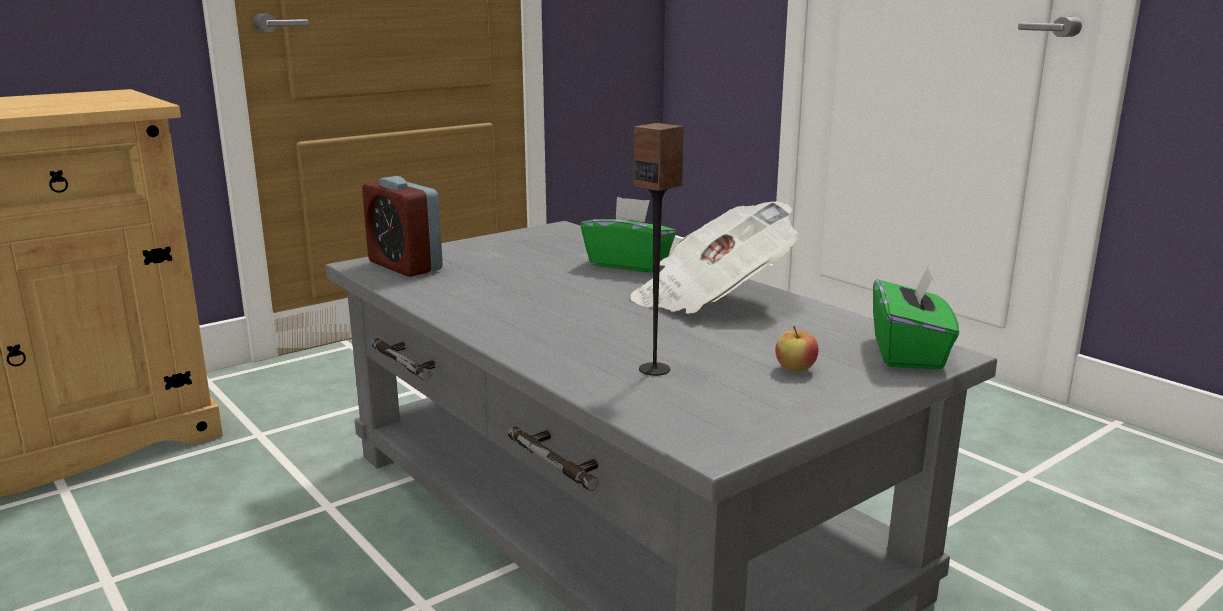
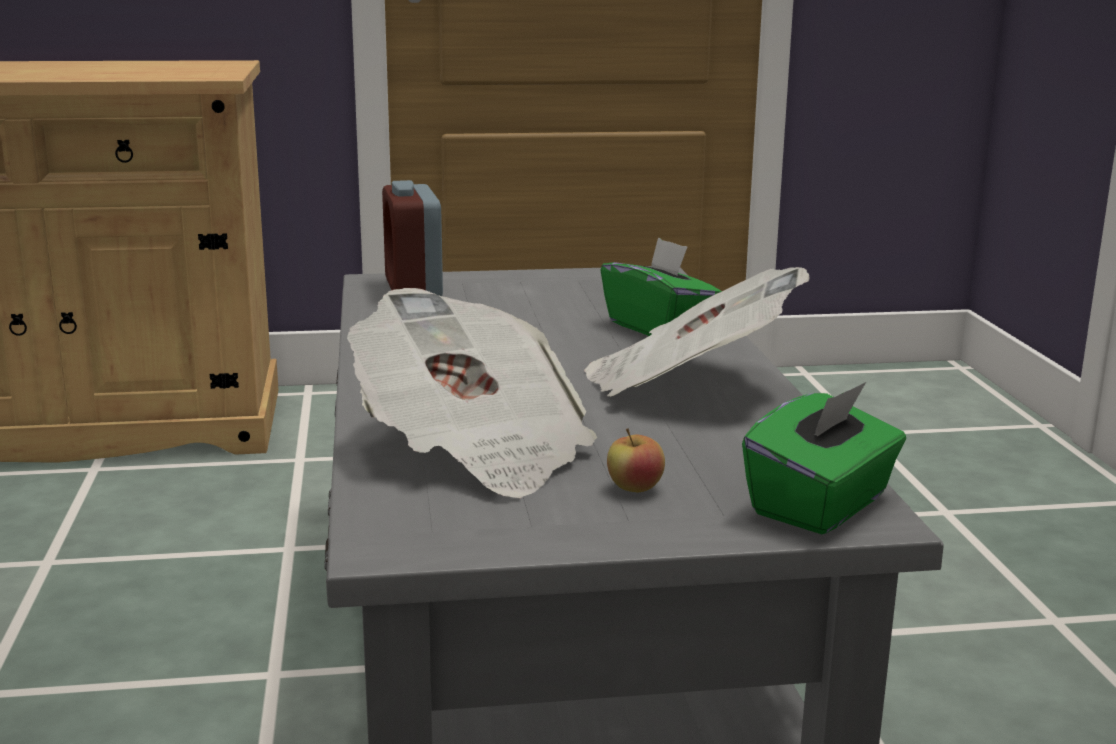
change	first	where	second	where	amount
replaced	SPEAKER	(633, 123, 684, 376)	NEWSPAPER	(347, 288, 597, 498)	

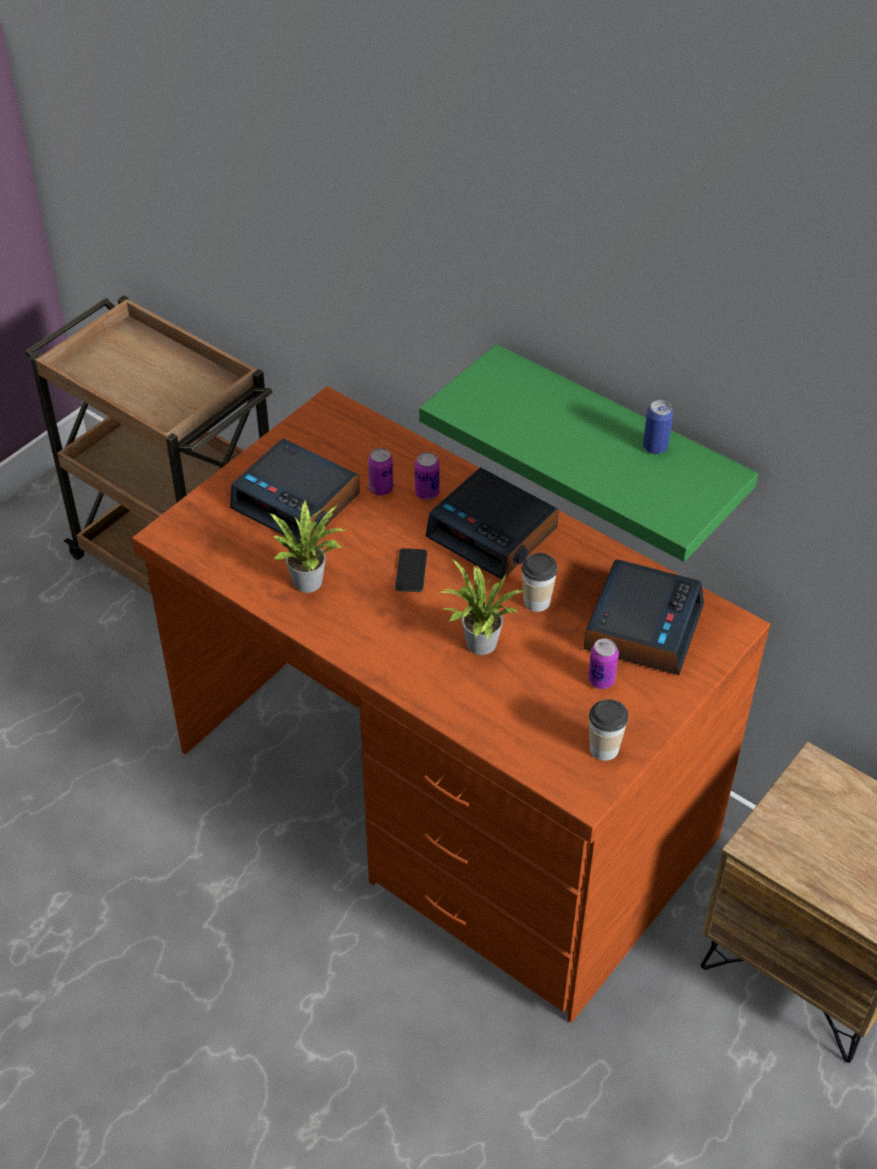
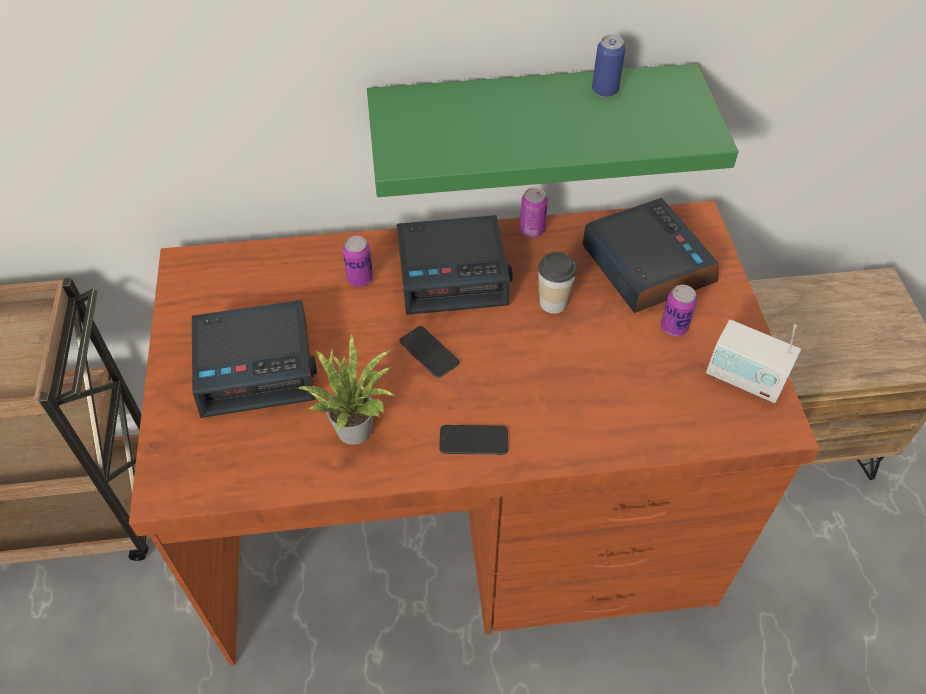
change	first	where	second	where	amount
added			PHONE	(439, 425, 508, 455)	
moved	CAN	(368, 448, 393, 495)		(520, 187, 548, 237)	
replaced	CUP	(589, 699, 628, 761)	RADIO	(706, 320, 801, 403)	
removed	POTTED PLANT	(438, 558, 523, 655)			

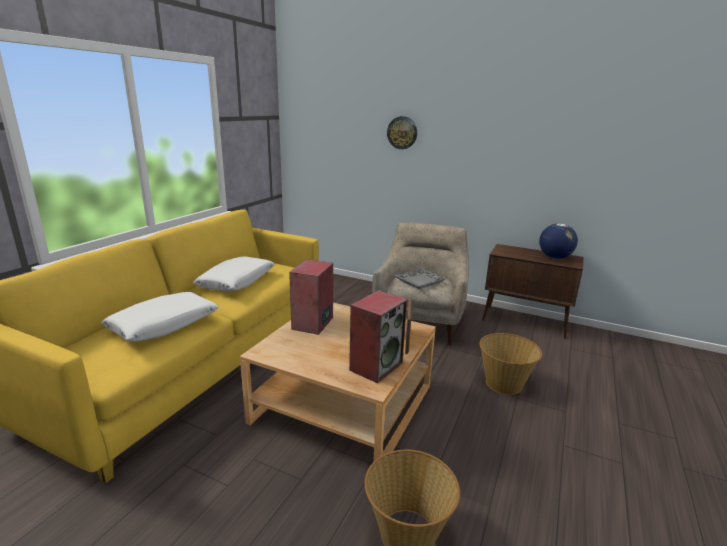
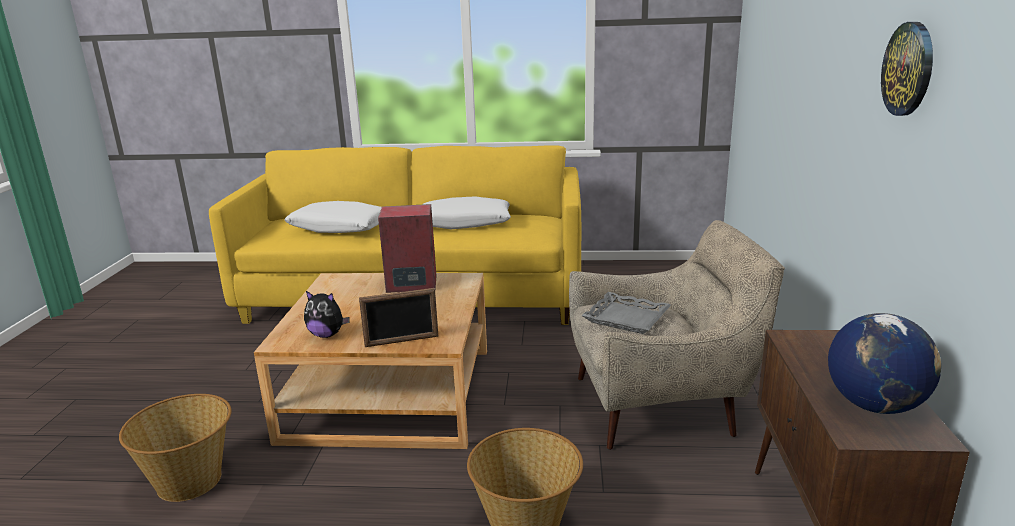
change	first	where	second	where	amount
replaced	SPEAKER	(349, 290, 407, 383)	PLUSH TOY	(304, 291, 350, 338)	
moved	WALL CLOCK	(387, 116, 417, 149)		(881, 22, 933, 116)	

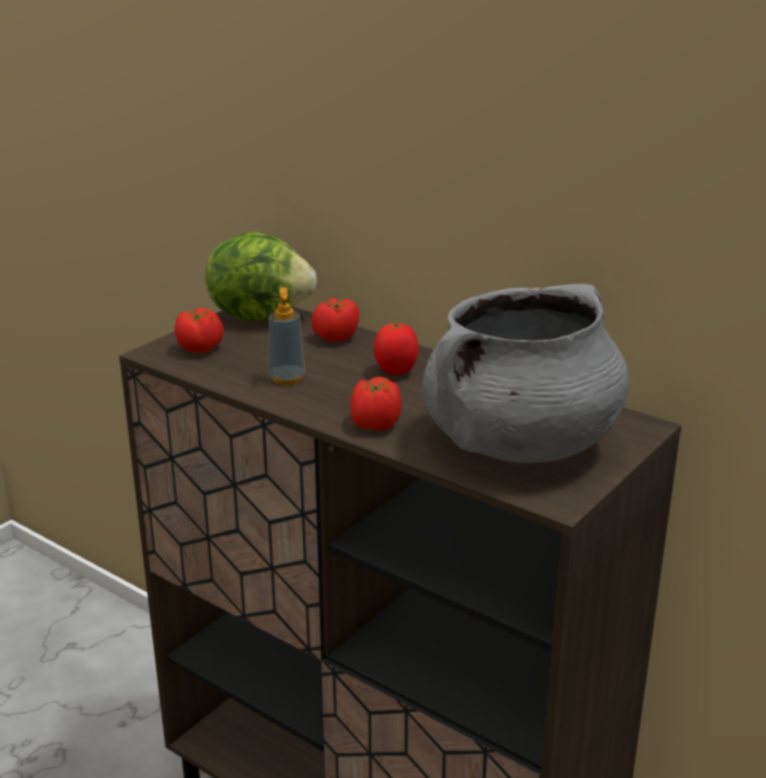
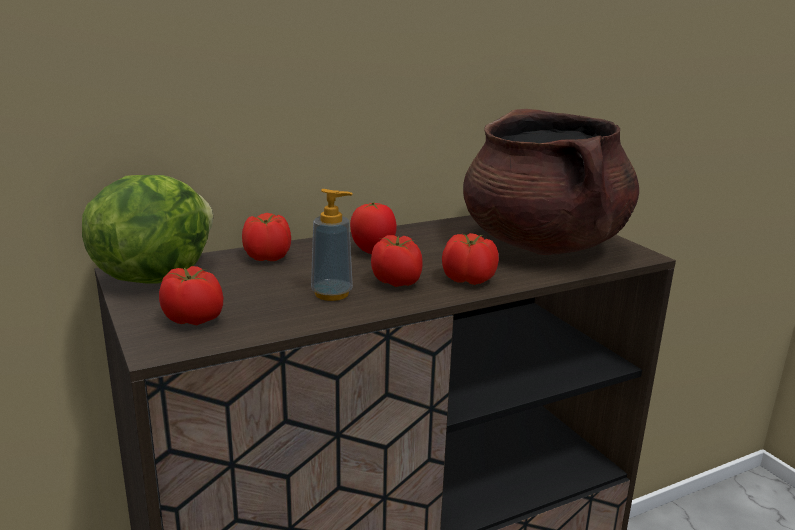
change	first	where	second	where	amount
added			TOMATO	(371, 235, 423, 287)	
recoloured	GREY COOKING POT	(423, 284, 629, 463)	BROWN COOKING POT	(463, 109, 639, 255)	

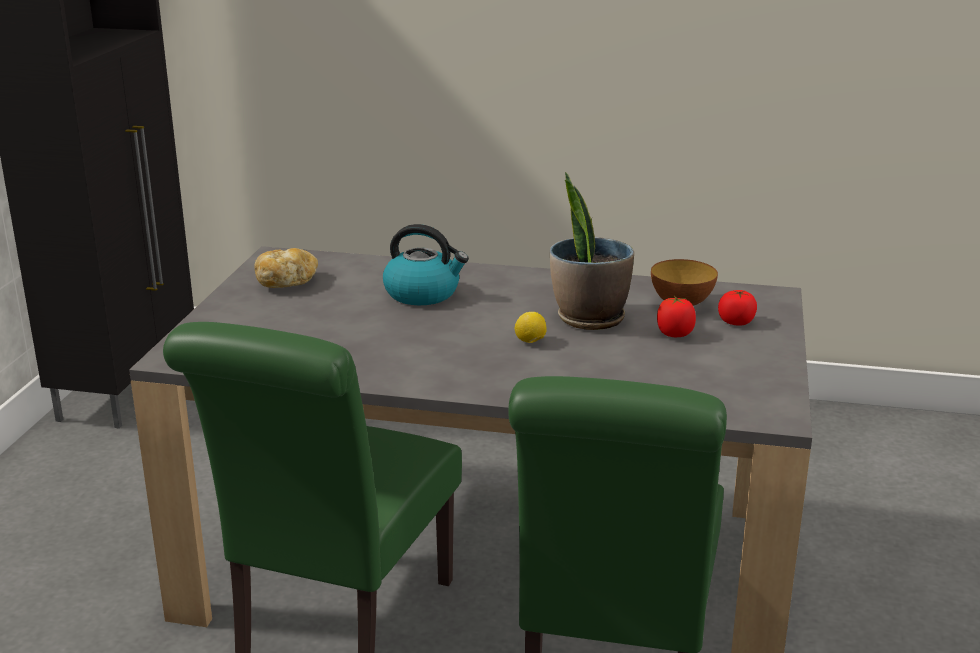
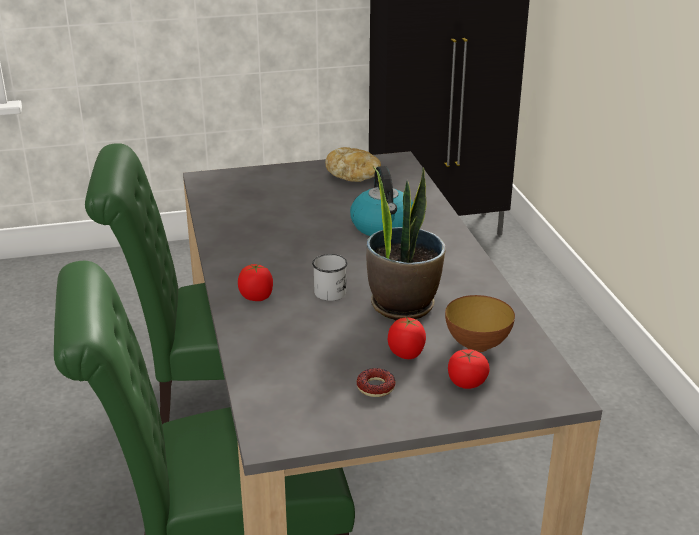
change	first	where	second	where	amount
added			TOMATO	(238, 263, 273, 301)	
replaced	LEMON	(515, 312, 547, 343)	WHITE MUG	(312, 254, 348, 301)	
added			DONUT	(357, 368, 396, 397)	

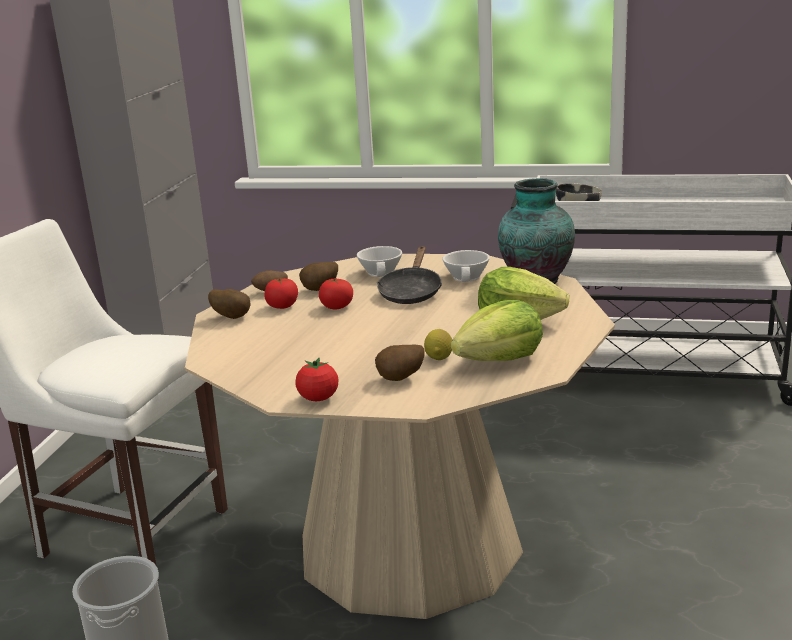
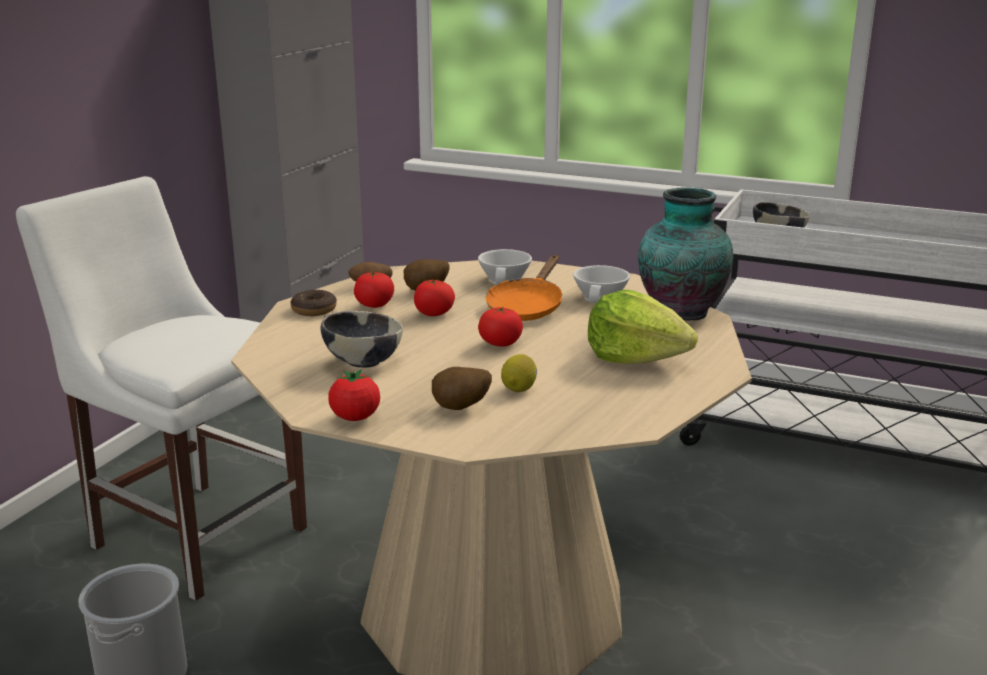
change	first	where	second	where	amount
replaced	POTATO	(208, 289, 251, 319)	DONUT	(290, 290, 337, 316)	
added			BOWL	(320, 311, 403, 368)	
added			TOMATO	(478, 307, 523, 347)	
recoloured	BLACK FRYING PAN	(377, 246, 442, 304)	ORANGE FRYING PAN	(486, 255, 562, 321)	
removed	LETTUCE	(451, 300, 543, 361)			

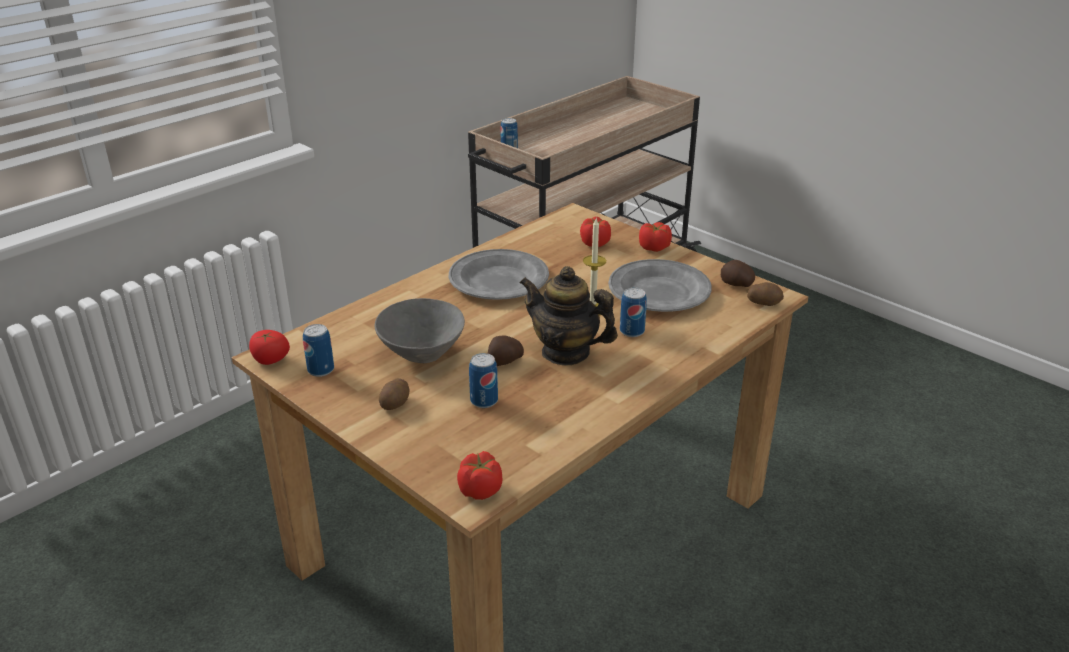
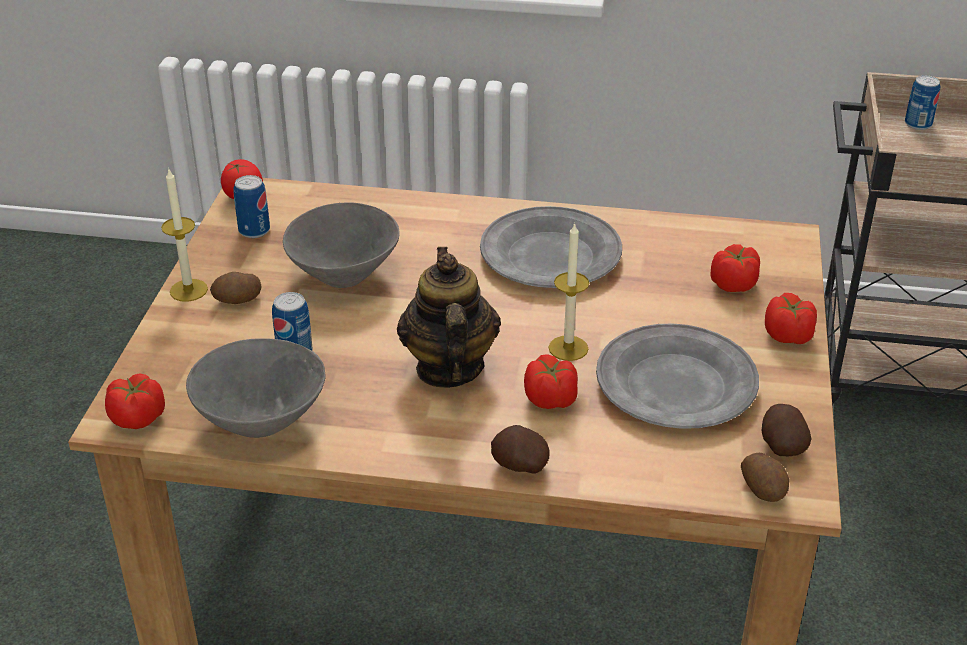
change	first	where	second	where	amount
added			CANDLE	(161, 170, 208, 302)	
added			GREY BOWL	(186, 338, 326, 438)	
moved	POTATO	(488, 335, 524, 366)		(491, 425, 549, 474)	
replaced	CAN	(620, 287, 647, 337)	TOMATO	(524, 354, 578, 409)	

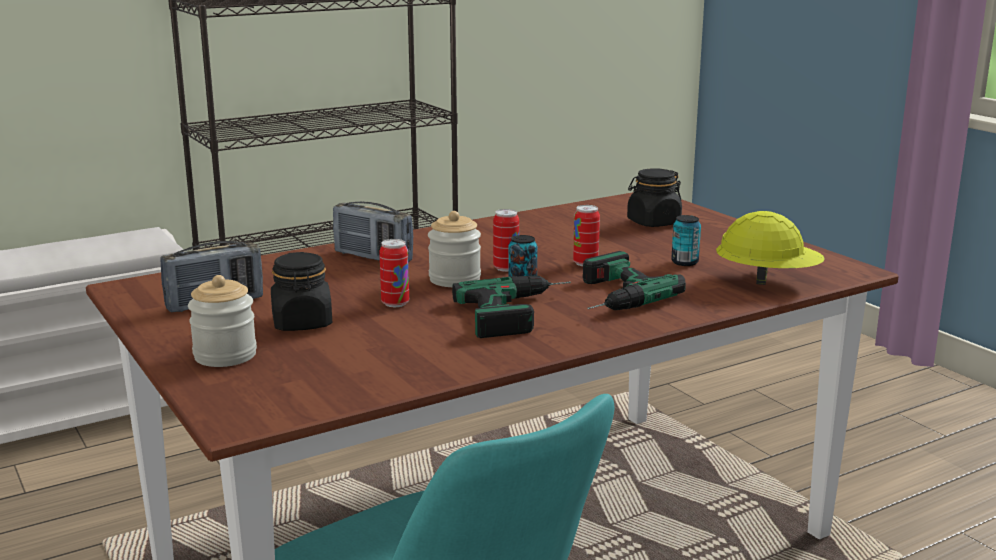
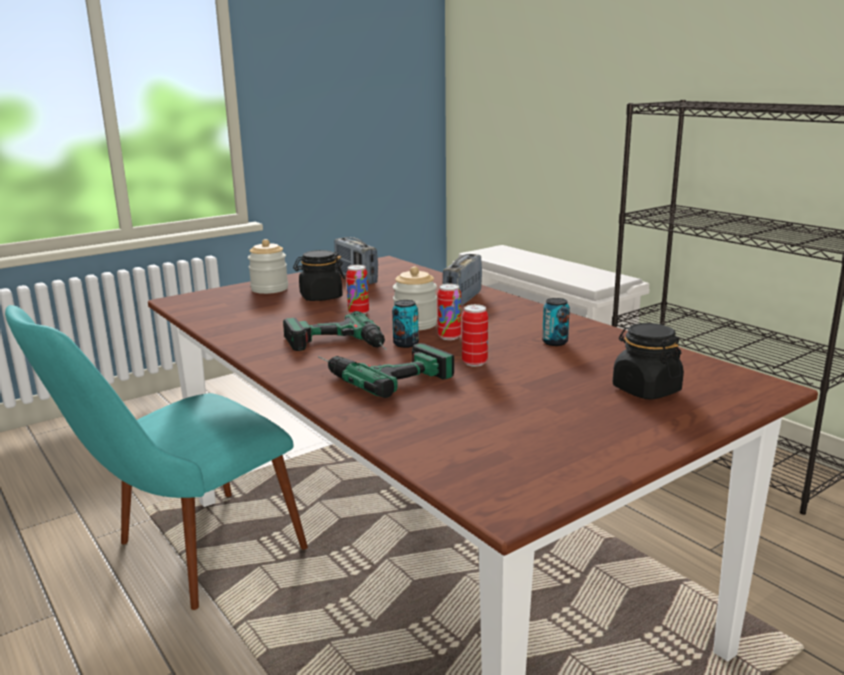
change	first	where	second	where	amount
moved	CAN	(671, 215, 701, 266)		(542, 298, 570, 346)	
removed	YELLOW HARD HAT	(716, 211, 825, 285)			

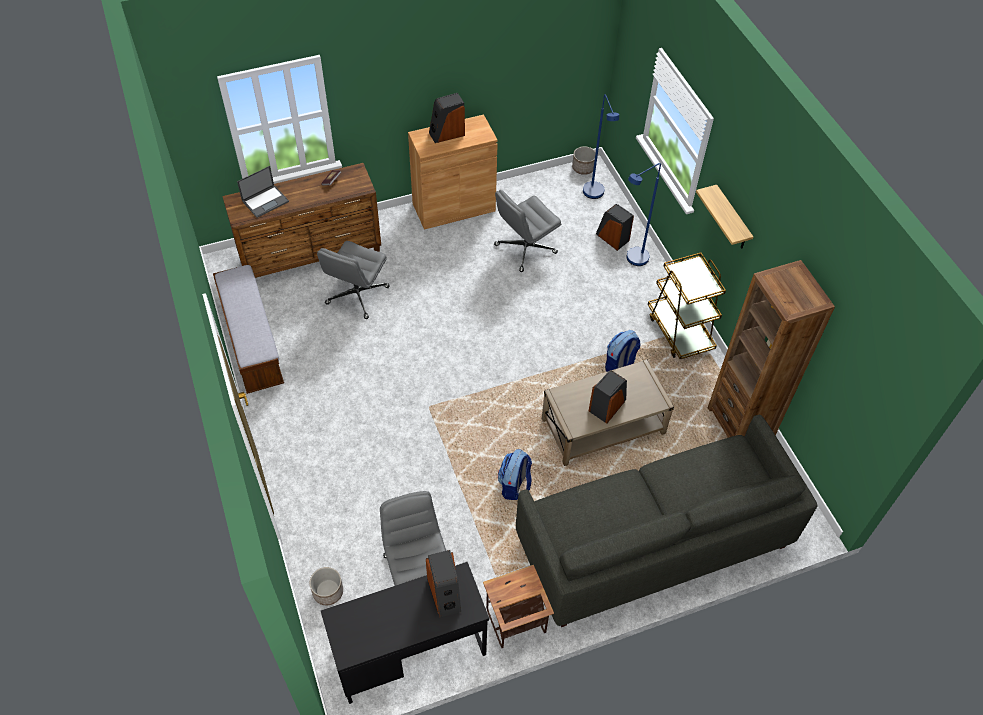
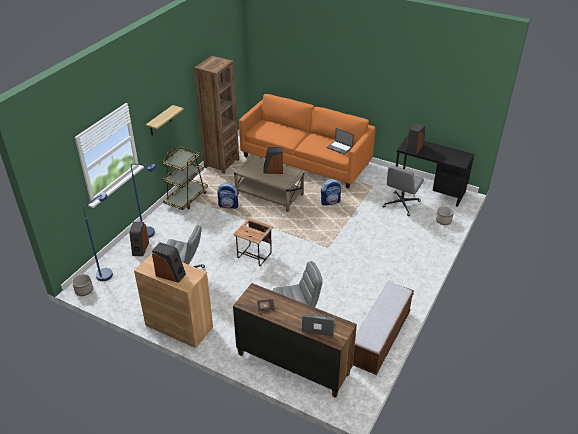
change	first	where	second	where	amount
moved	SIDE TABLE	(483, 565, 554, 648)		(233, 218, 273, 266)	
recoloured	GREY SOFA	(516, 415, 818, 627)	ORANGE SOFA	(239, 94, 376, 189)	
added			LAPTOP	(327, 128, 354, 155)	

